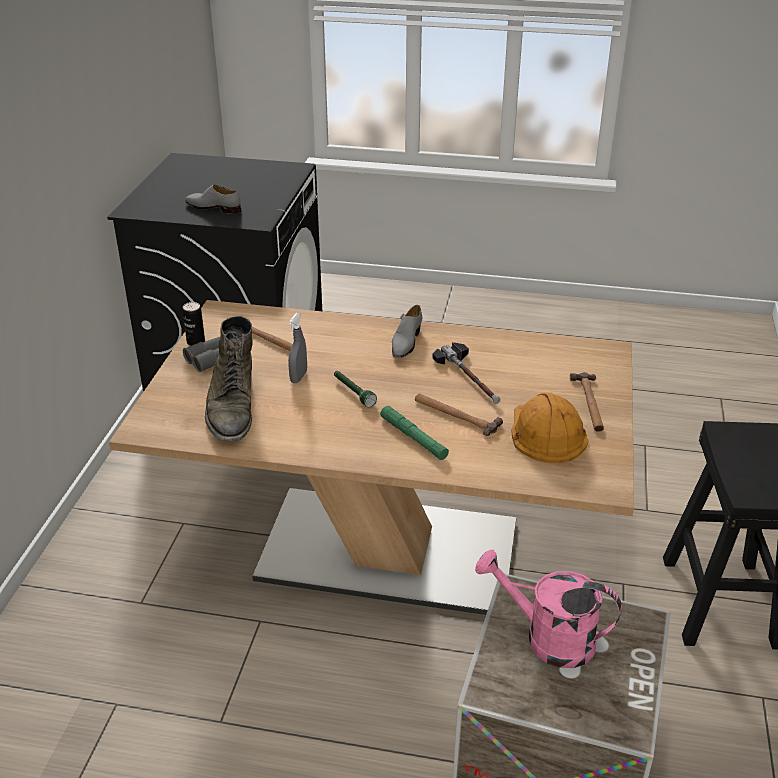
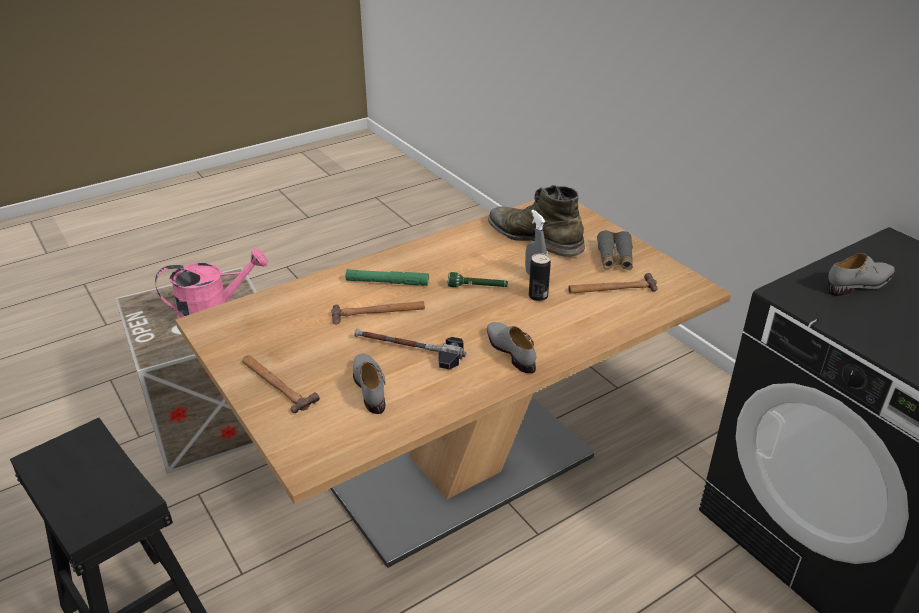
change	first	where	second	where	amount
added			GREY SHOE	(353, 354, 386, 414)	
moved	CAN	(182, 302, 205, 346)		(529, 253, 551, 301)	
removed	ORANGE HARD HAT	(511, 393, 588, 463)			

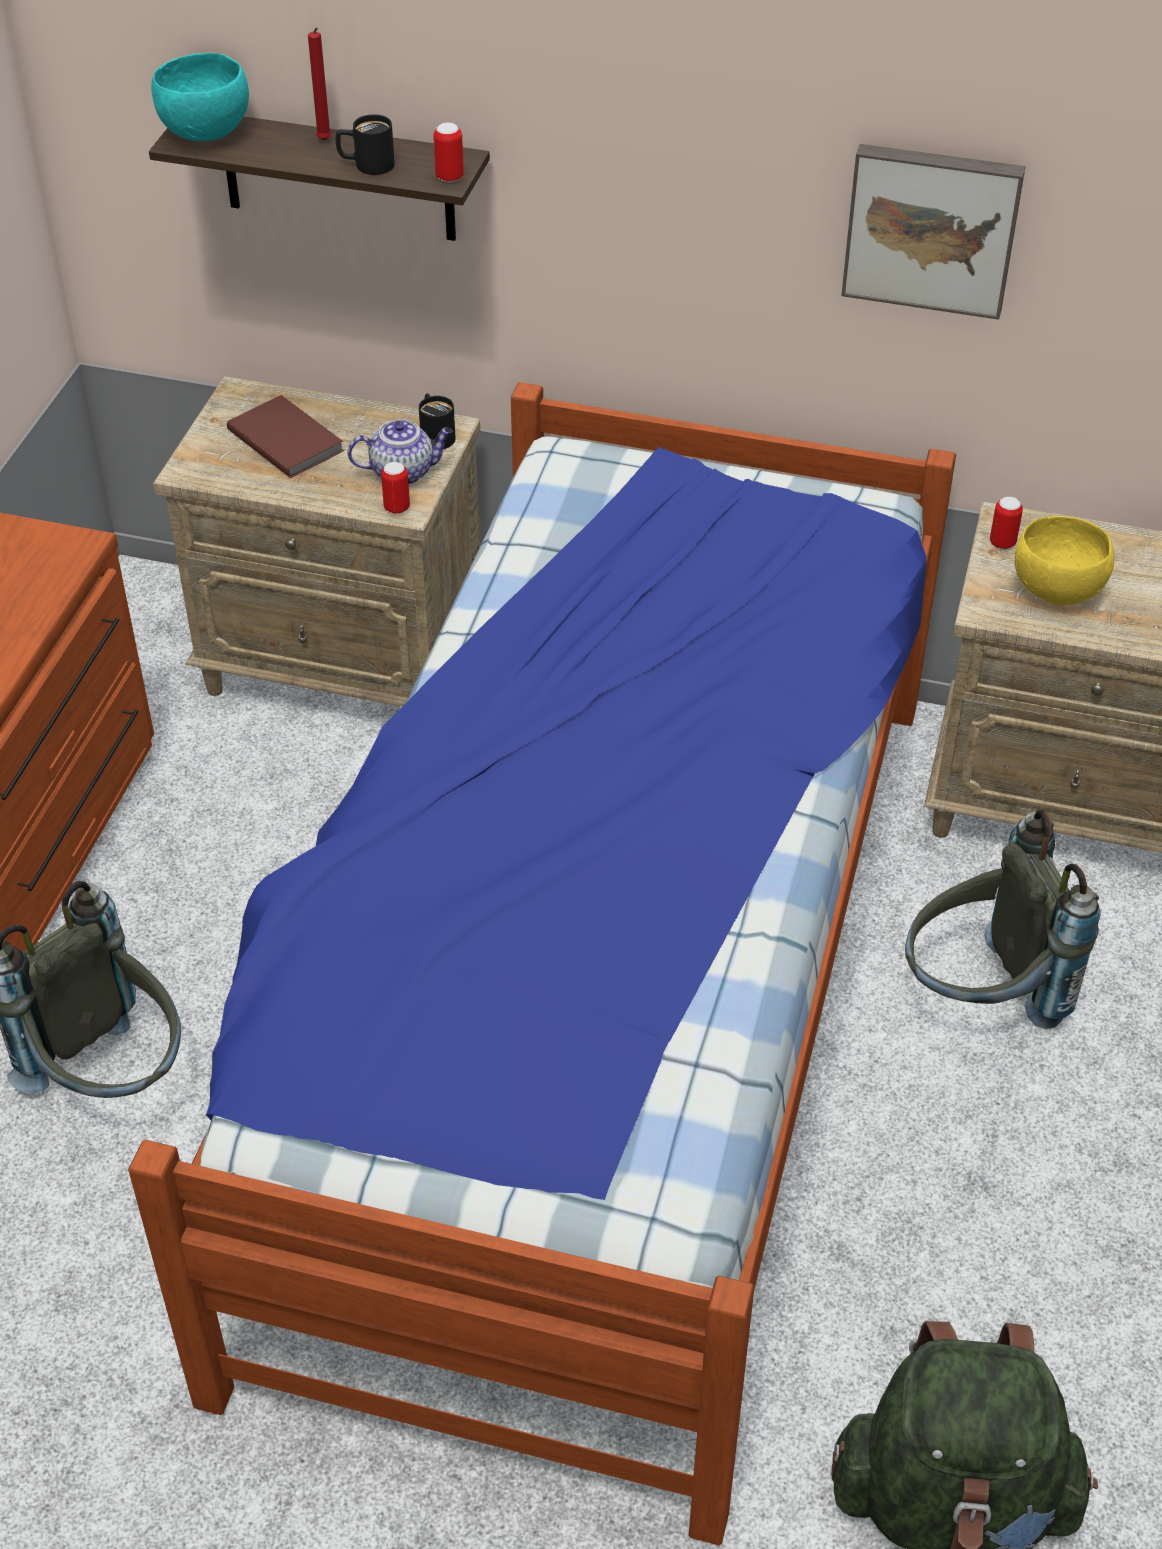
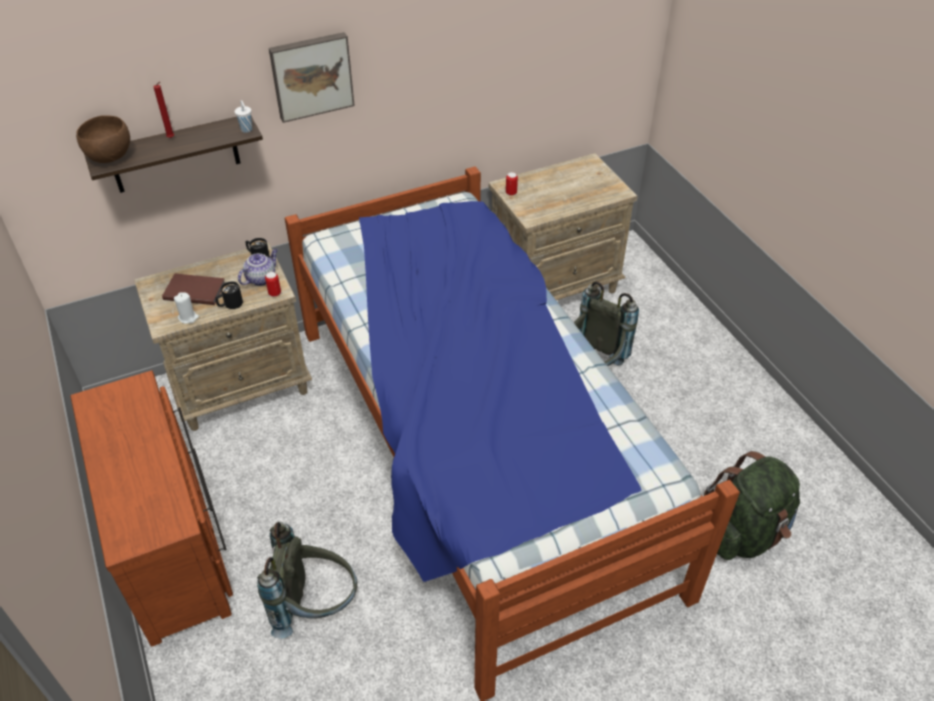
change	first	where	second	where	amount
recoloured	TURQUOISE BOWL	(151, 53, 249, 141)	BROWN BOWL	(76, 115, 130, 163)	
added			WHITE CANDLE	(174, 293, 199, 324)	
moved	BLACK MUG	(336, 114, 395, 175)		(216, 281, 243, 309)	
replaced	CAN	(433, 123, 464, 182)	WHITE CUP	(235, 100, 252, 133)	
moved	PICTURE	(841, 144, 1026, 320)		(269, 32, 355, 123)	
removed	YELLOW BOWL	(1015, 516, 1114, 605)			

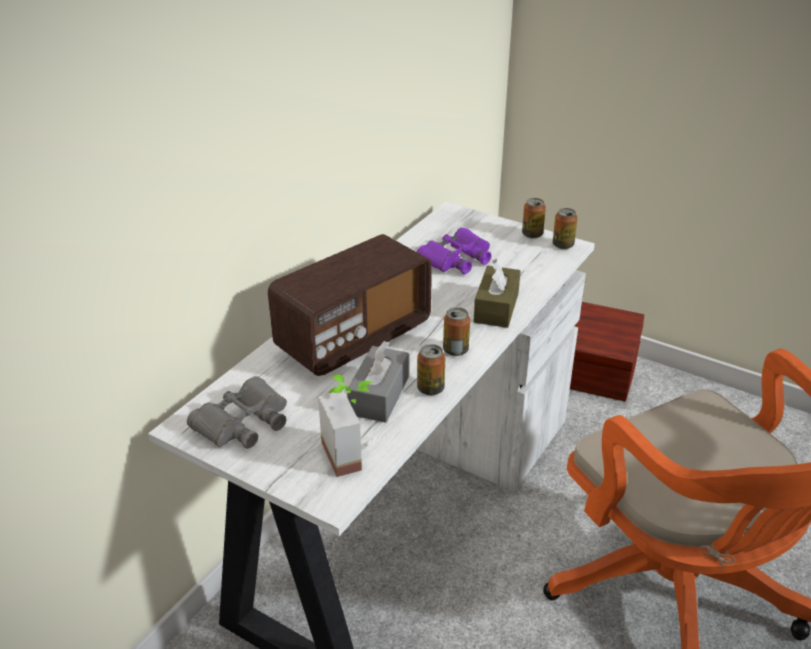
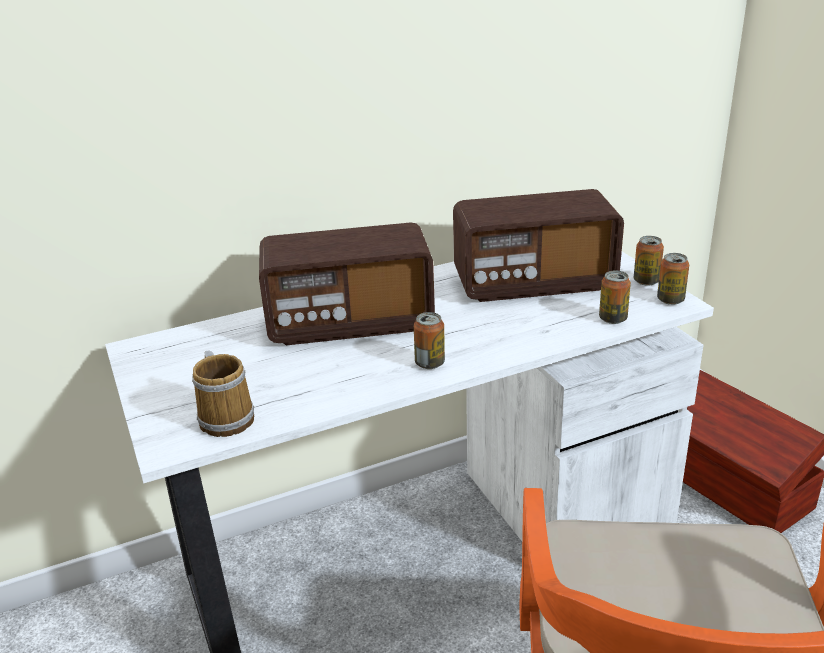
change	first	where	second	where	amount
replaced	POTTED PLANT	(318, 375, 373, 477)	MUG	(192, 350, 254, 437)	
replaced	PURPLE BINOCULARS	(417, 228, 491, 274)	RADIO	(453, 189, 624, 302)	
moved	CAN	(417, 344, 445, 395)		(599, 270, 631, 324)	
removed	GREY BINOCULARS	(187, 376, 287, 449)			
removed	GREY TISSUE BOX	(347, 341, 409, 423)			
removed	BROWN TISSUE BOX	(474, 259, 521, 328)			

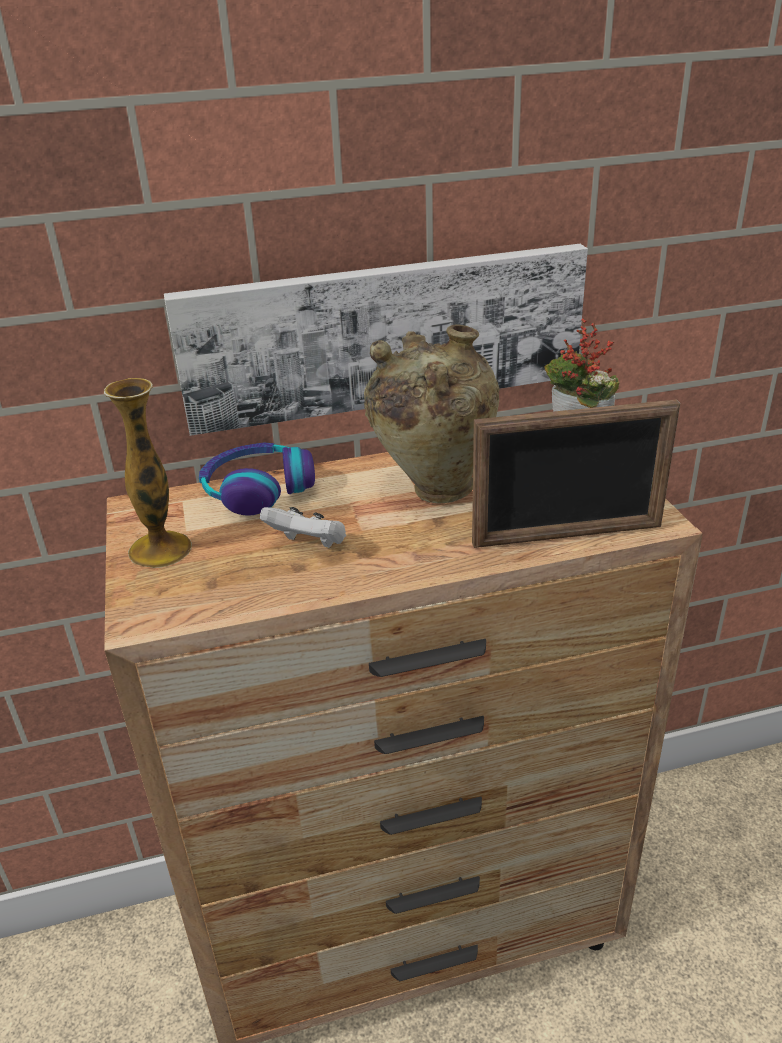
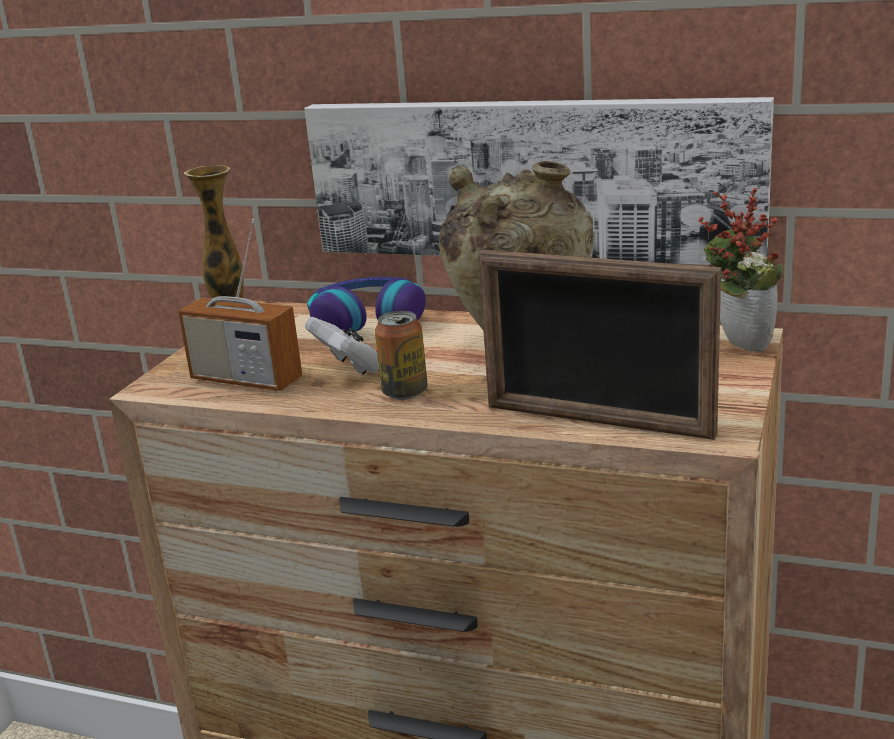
change	first	where	second	where	amount
added			RADIO	(178, 219, 302, 391)	
added			CAN	(375, 311, 428, 400)	

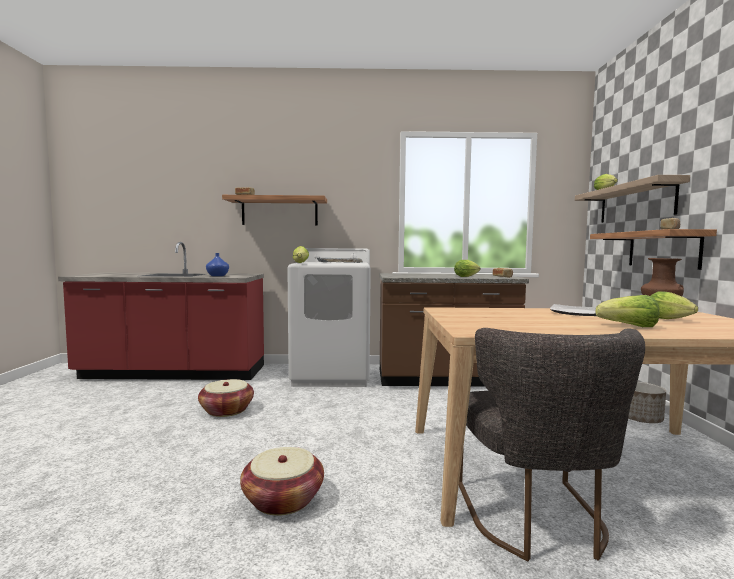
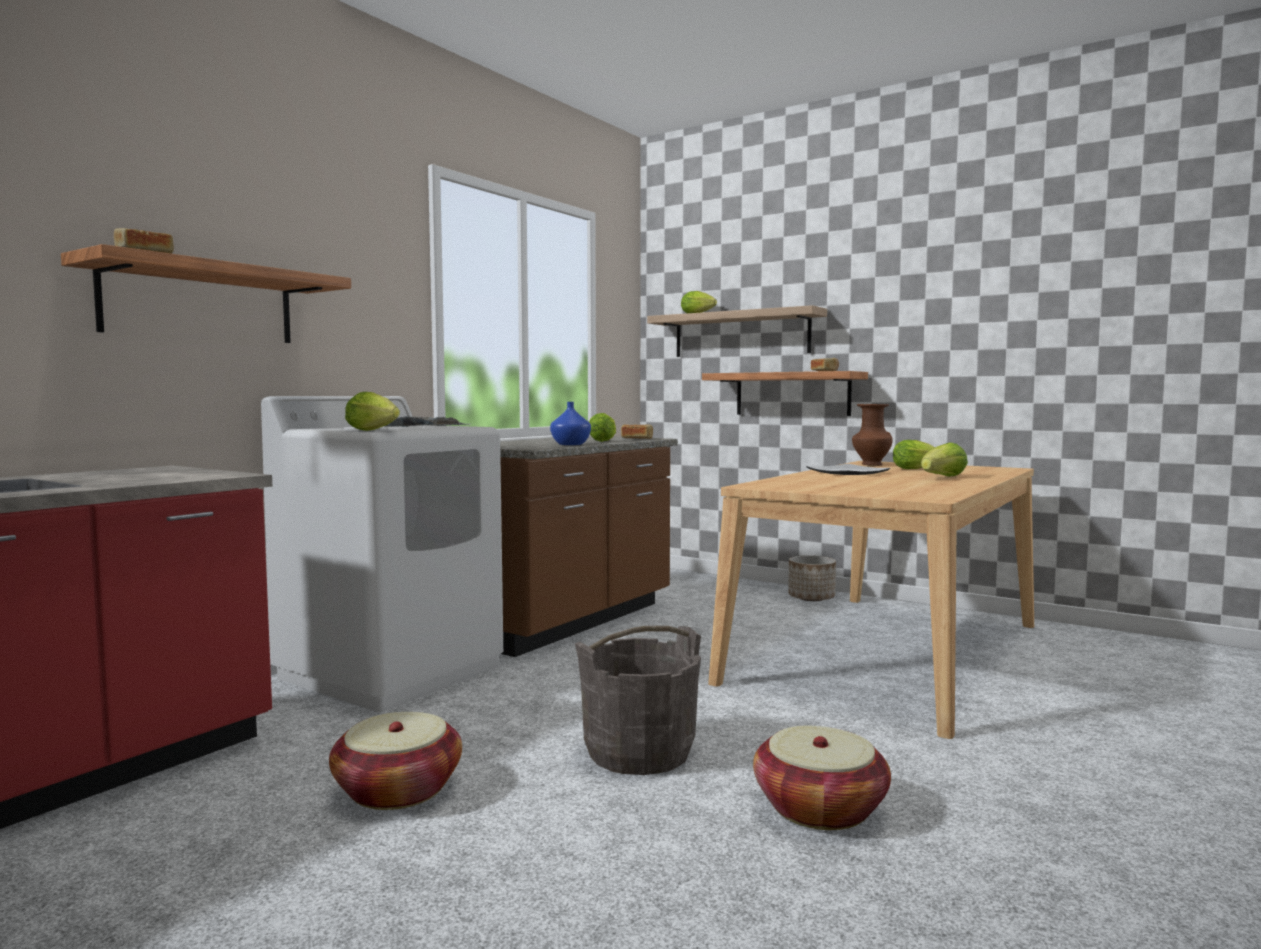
change	first	where	second	where	amount
moved	BLUE VASE	(206, 253, 229, 276)		(550, 402, 591, 445)	
added			GREY BUCKET	(575, 626, 701, 775)	
removed	GREY CHAIR	(459, 328, 645, 561)			

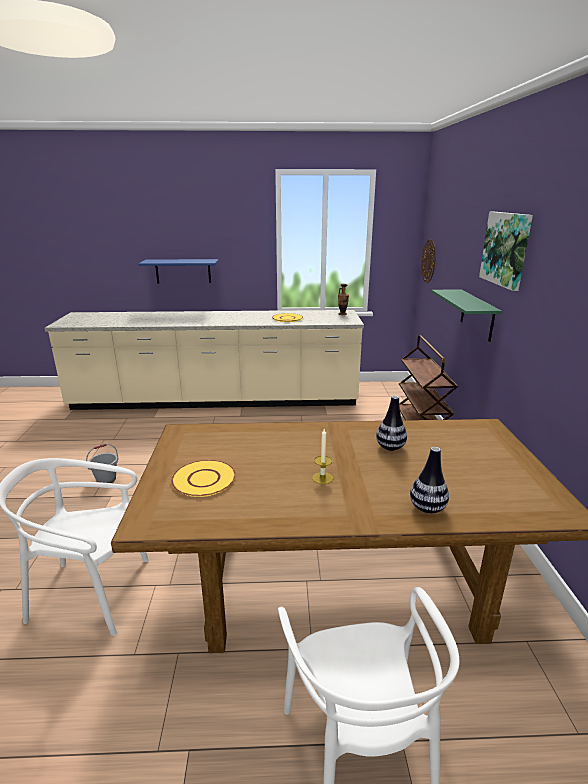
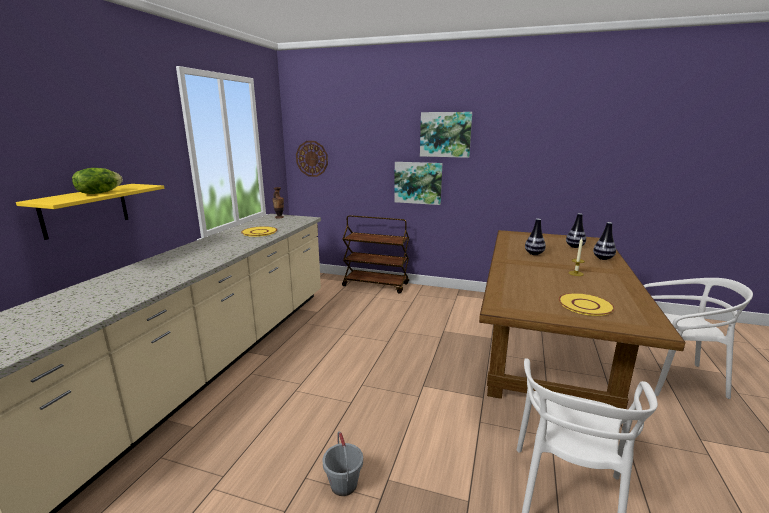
change	first	where	second	where	amount
recoloured	BLUE SHELF	(138, 259, 218, 283)	YELLOW SHELF	(16, 184, 164, 240)	
added			LETTUCE	(72, 168, 123, 194)	
replaced	GREEN SHELF	(432, 289, 502, 342)	PICTURE	(394, 162, 442, 205)	
added			VASE	(566, 213, 586, 248)	

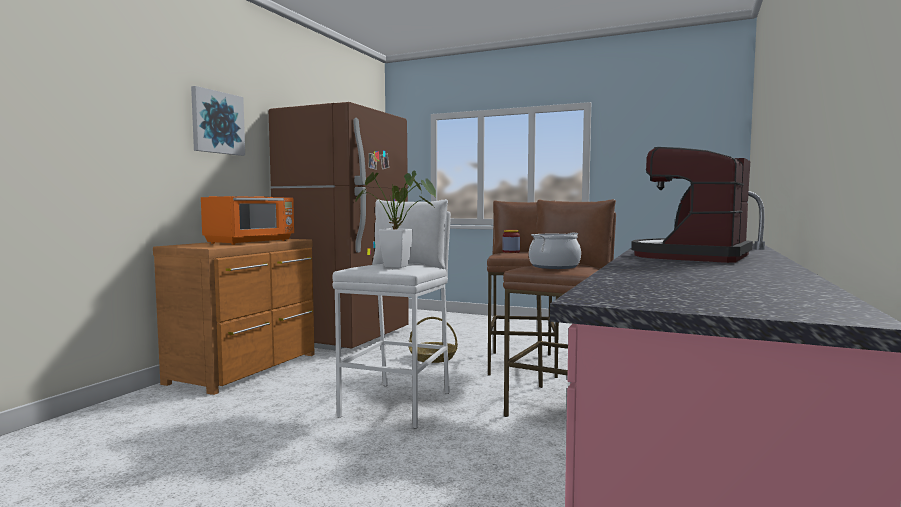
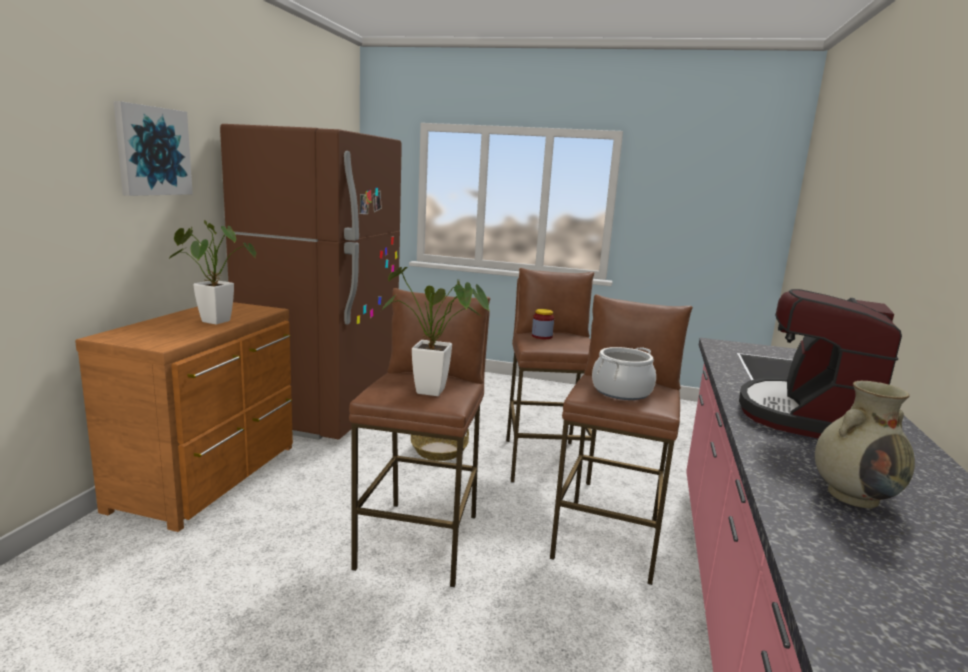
change	first	where	second	where	amount
replaced	ORANGE MICROWAVE	(201, 196, 294, 245)	POTTED PLANT	(169, 220, 256, 325)	
recoloured	WHITE STOOL	(333, 199, 451, 429)	BROWN STOOL	(349, 288, 490, 587)	
added			BEIGE VASE	(815, 381, 915, 508)	

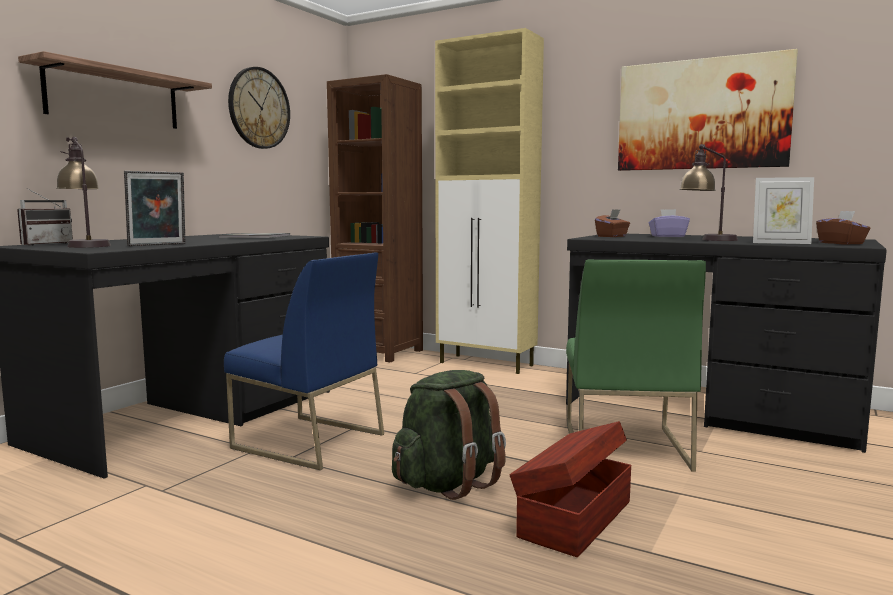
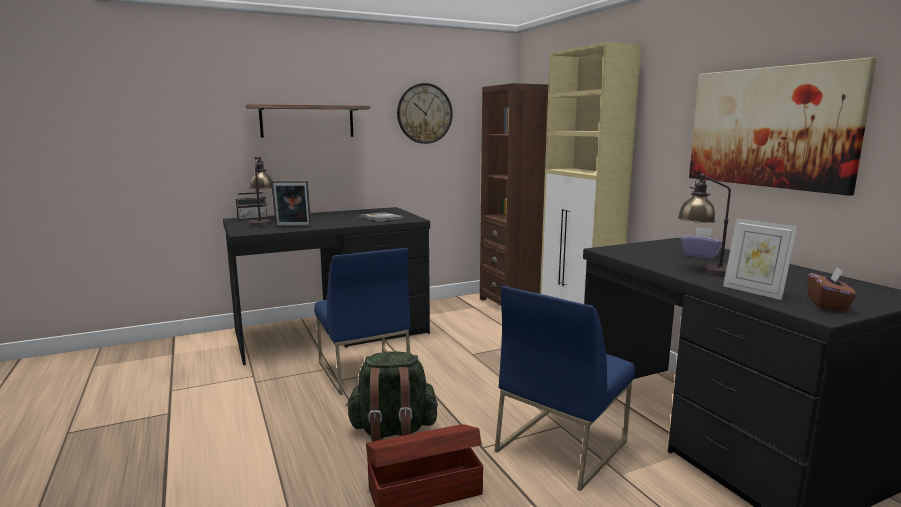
change	first	where	second	where	amount
recoloured	GREEN CHAIR	(566, 259, 706, 472)	BLUE CHAIR	(495, 286, 635, 491)	
removed	BROWN TISSUE BOX	(595, 209, 630, 237)			

